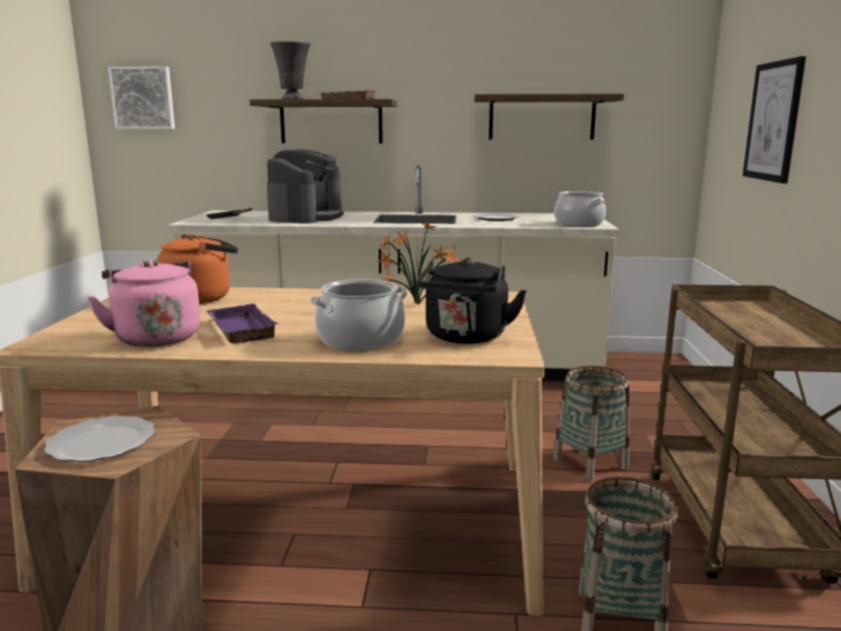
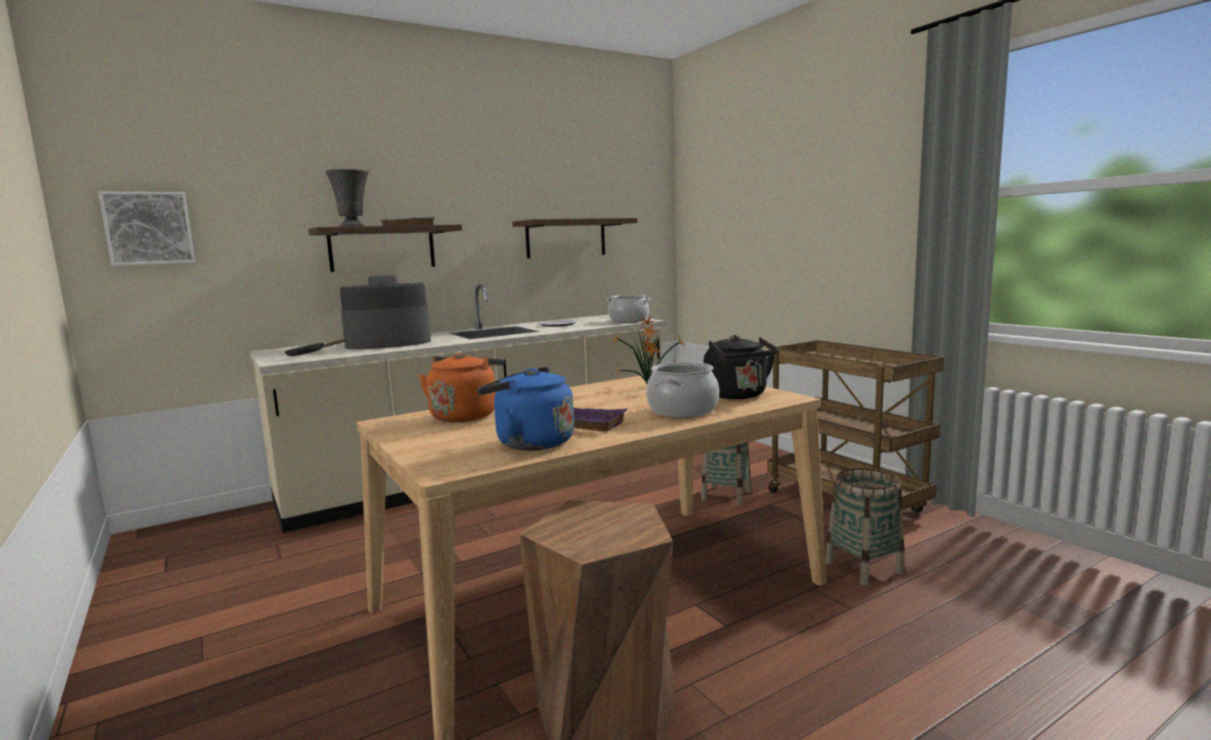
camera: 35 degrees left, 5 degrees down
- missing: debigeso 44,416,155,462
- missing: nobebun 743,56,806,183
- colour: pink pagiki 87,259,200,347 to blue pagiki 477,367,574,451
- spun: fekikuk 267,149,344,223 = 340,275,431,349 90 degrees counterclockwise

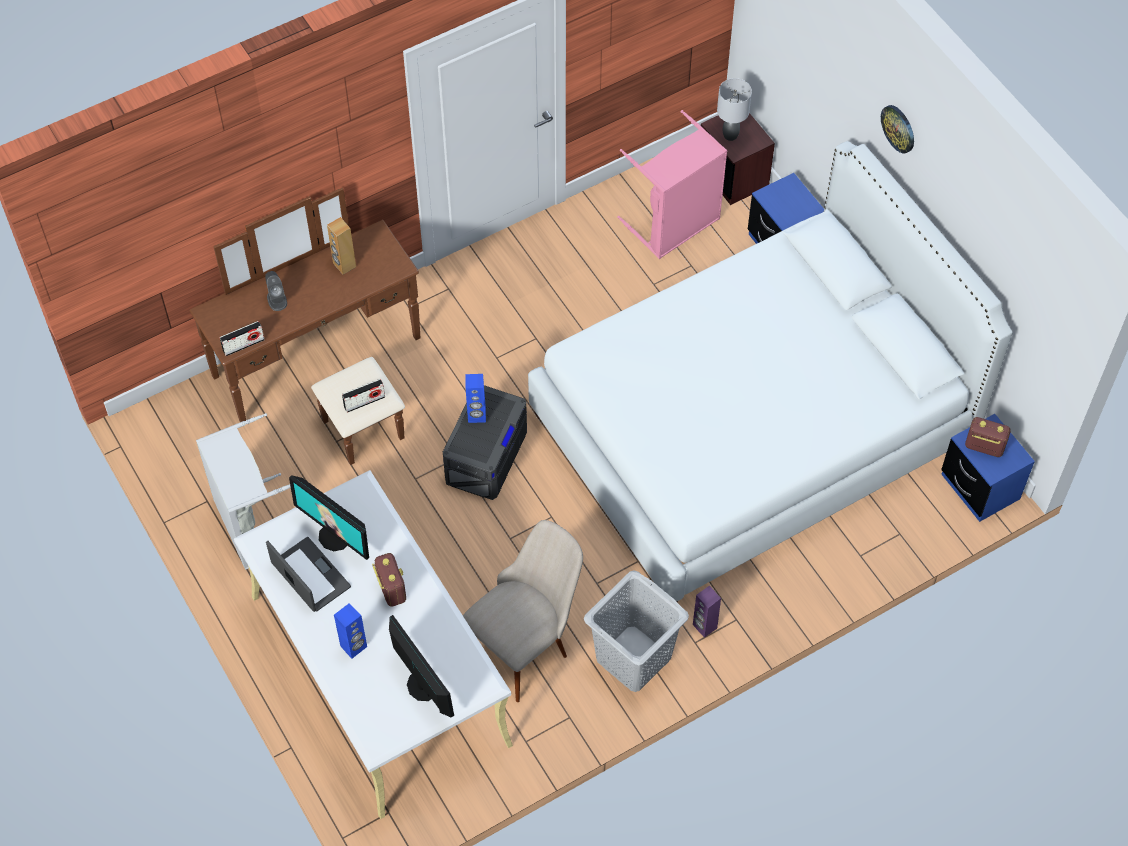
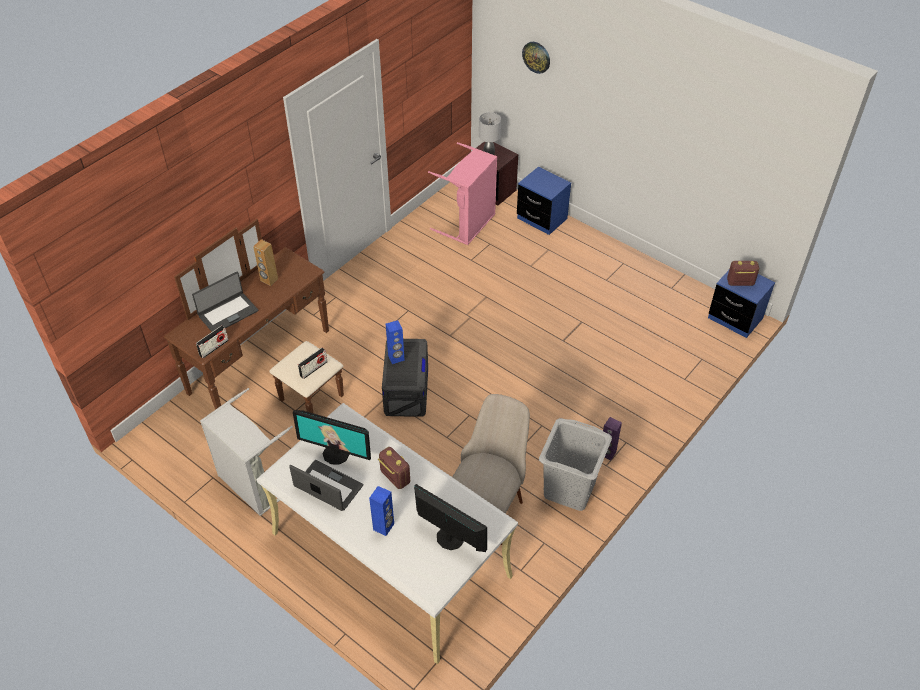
camera: 20 degrees left, 10 degrees down
- missing: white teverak 528,141,1013,603
- relocated: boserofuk 881,105,914,153 to 522,42,550,74
- exchanged: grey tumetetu 265,271,287,311 to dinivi 192,272,258,332

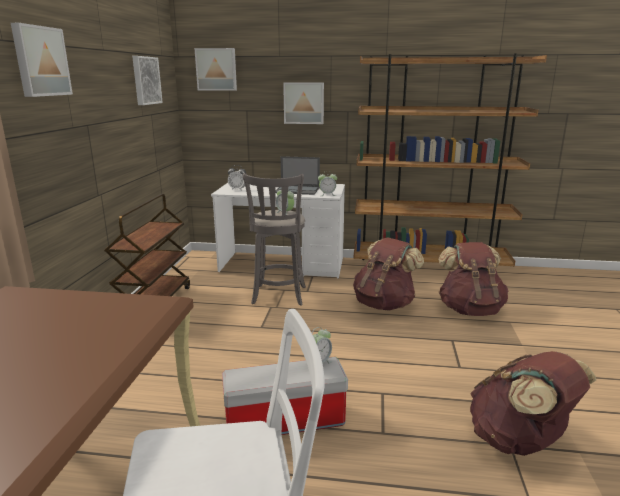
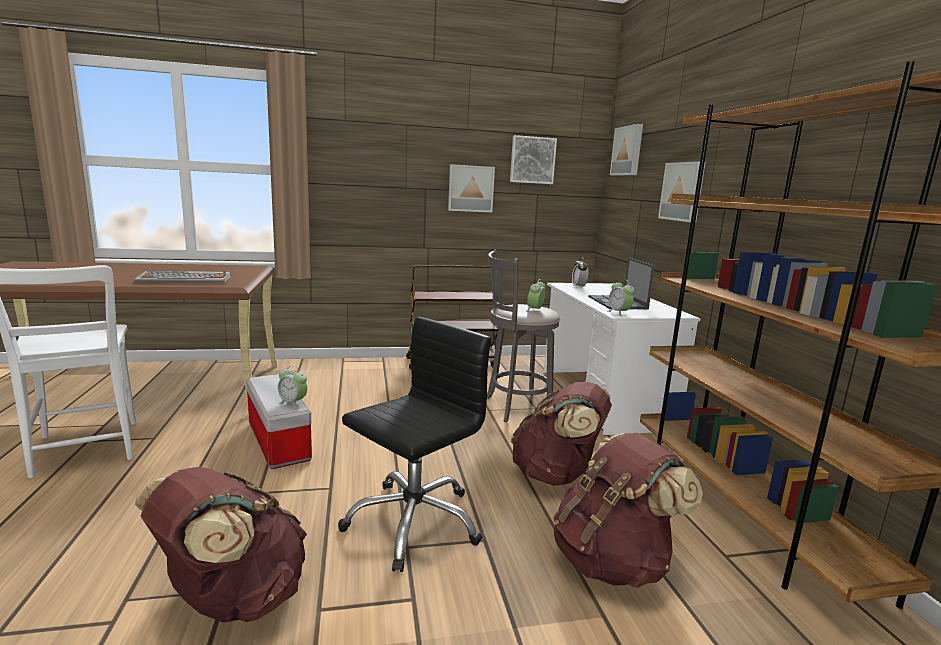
camera: 70 degrees right, 5 degrees down
- appeared: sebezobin 134,271,231,283
- appeared: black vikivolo 338,317,491,572
- relocated: nobebun 11,23,73,97 to 448,164,495,212

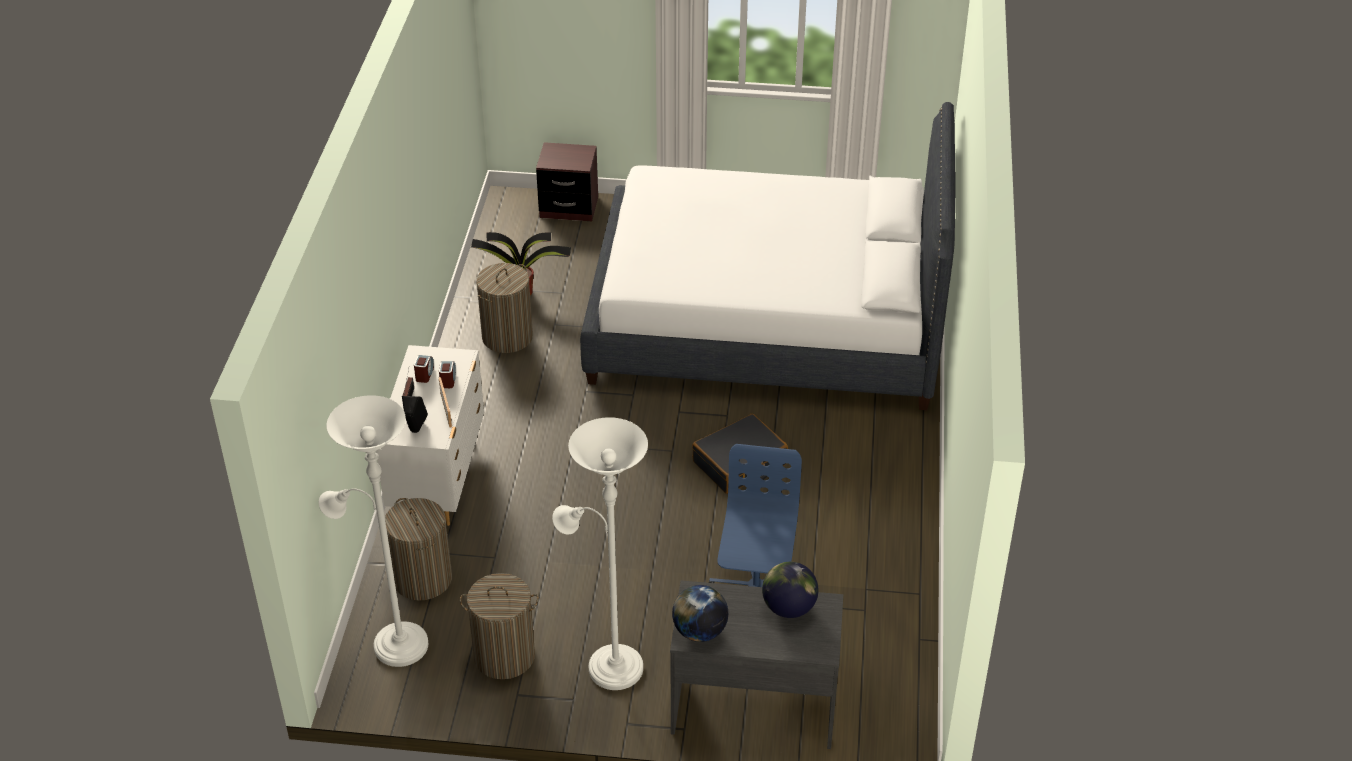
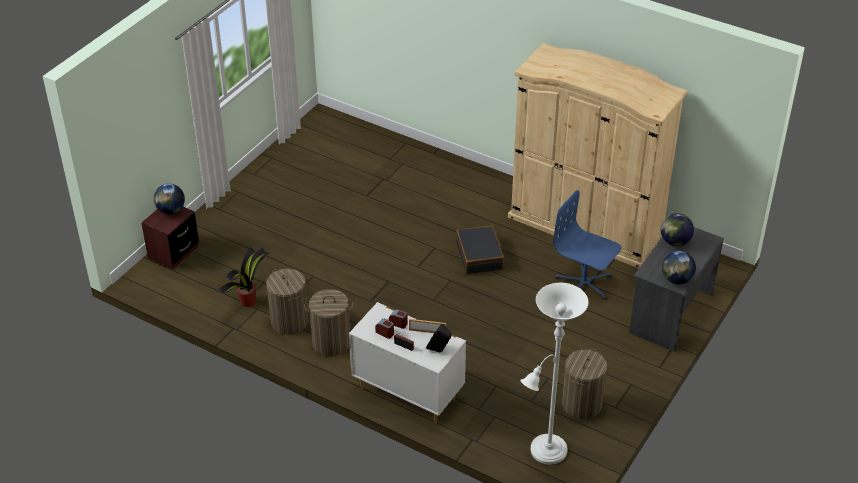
camera: 65 degrees left, 0 degrees up
- missing: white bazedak 552,417,648,690
- missing: white teverak 580,102,955,410
- appeared: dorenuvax 154,183,185,214
- appeared: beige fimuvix 508,43,688,268
- relocated: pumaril 385,498,452,600 to 304,289,353,356

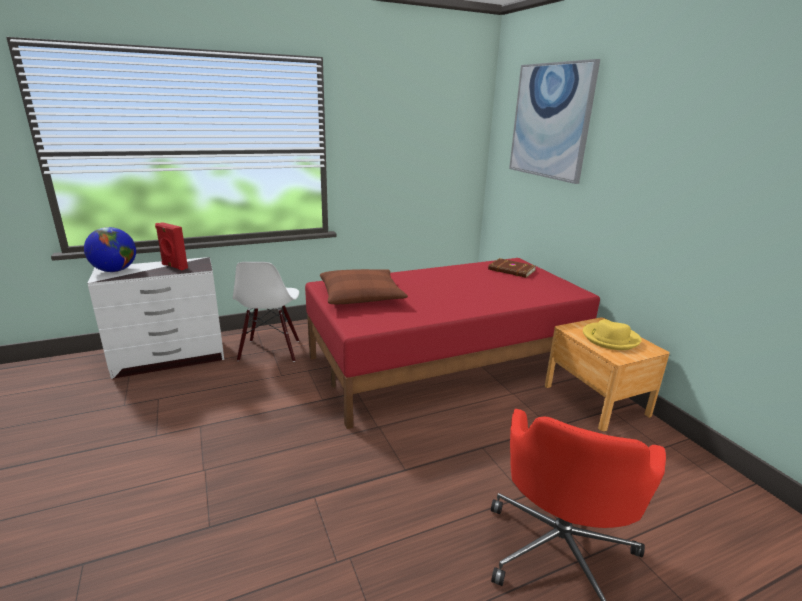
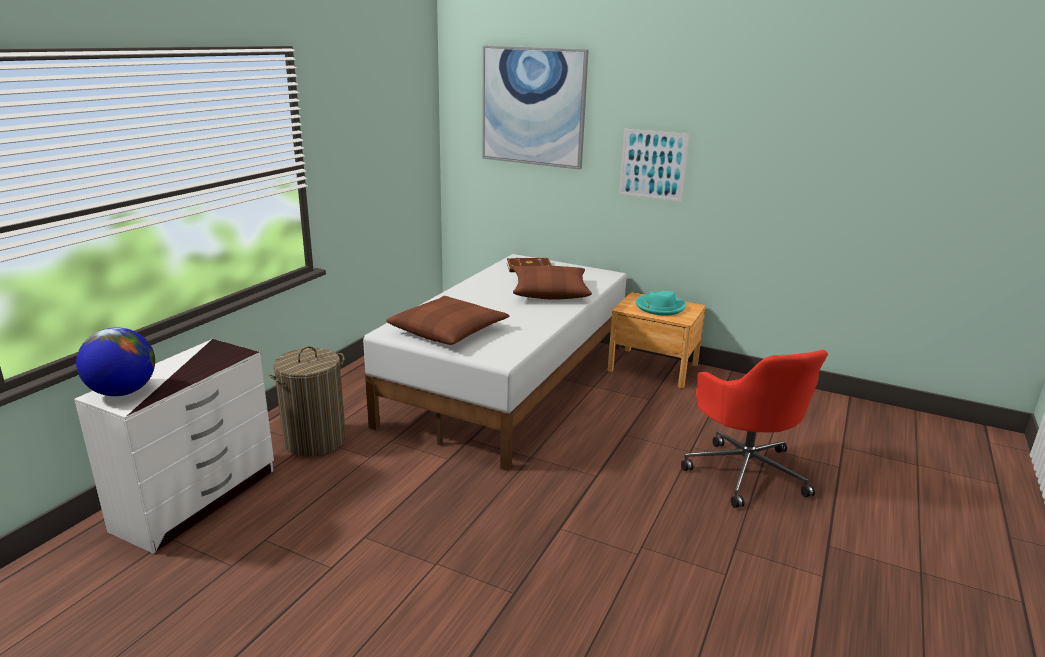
camera: 40 degrees left, 0 degrees up
- missing: red tumetetu 155,222,188,270
- appeared: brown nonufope 513,266,592,300
- appeared: nobebun 619,129,690,202
- exchanged: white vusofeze 233,262,299,362 to pumaril 269,346,346,457
- colour: red teverak 305,258,600,429 to white teverak 363,254,627,471
- colour: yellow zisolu 583,319,642,350 to turquoise zisolu 636,291,686,316

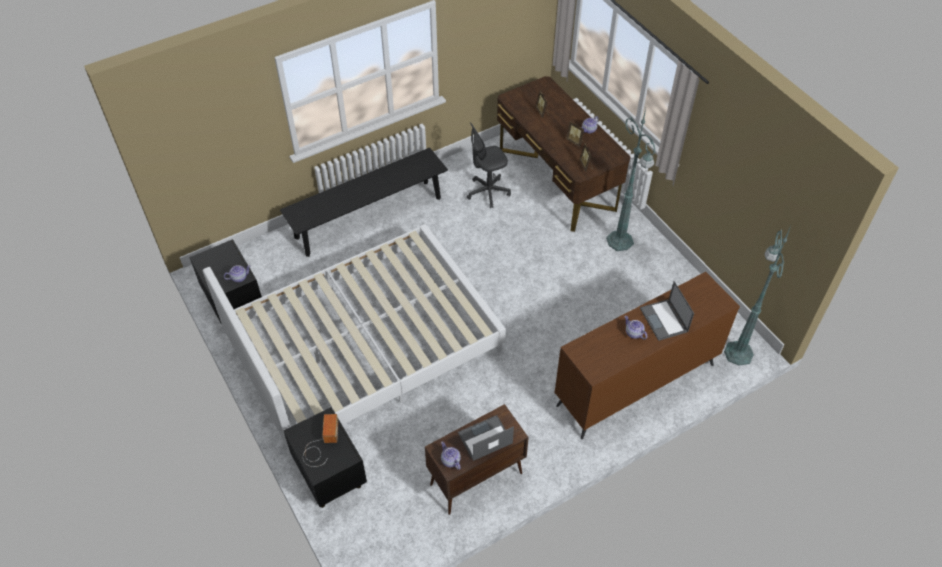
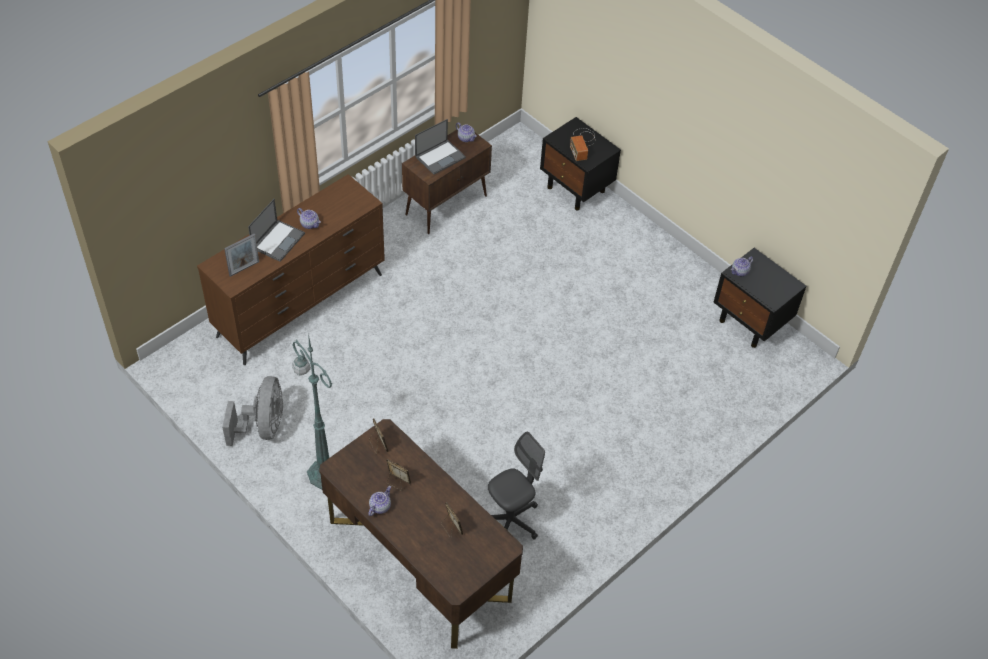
camera: 165 degrees right, 0 degrees up
- missing: white teverak 203,224,506,451
- missing: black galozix 280,147,448,257
- missing: green bazedak 724,226,791,366
- appeared: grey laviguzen 222,376,283,446
- appeared: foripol 224,234,259,277
- spun: dinivi 640,281,694,341 = 248,199,305,262 60 degrees clockwise

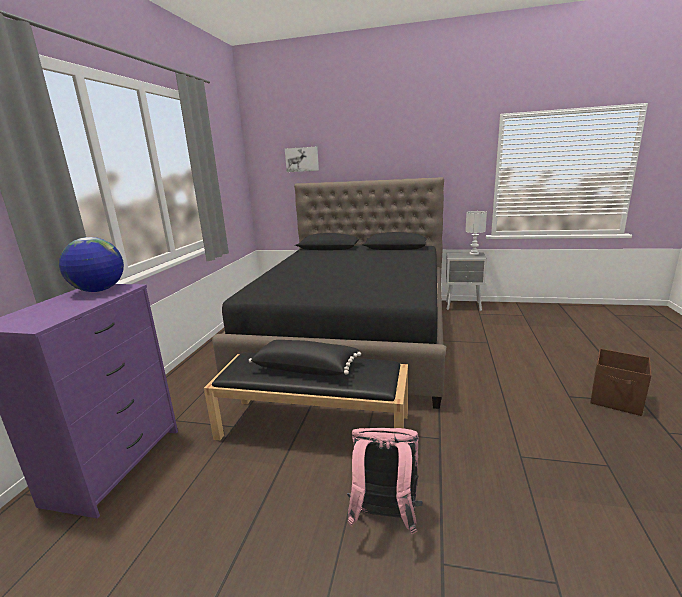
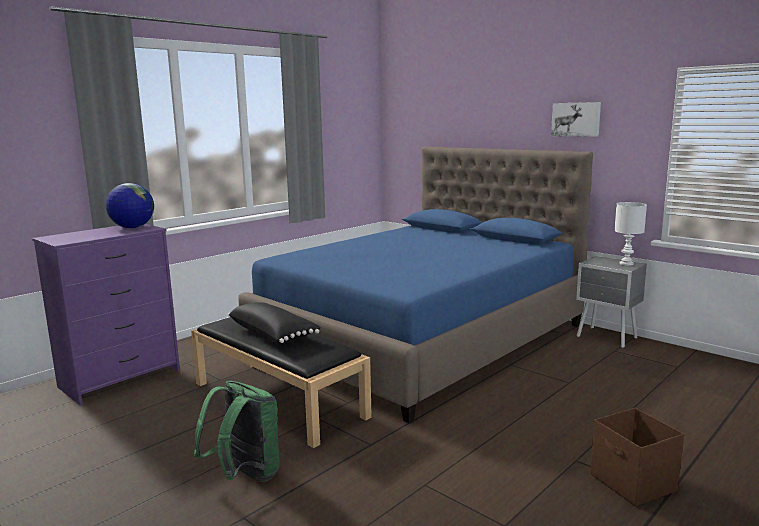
camera: 30 degrees right, 5 degrees down
- relocated: nobebun 285,147,319,172 to 551,102,601,137
- colour: black teverak 212,177,446,409 to blue teverak 238,146,593,423
- colour: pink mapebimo 347,428,422,535 to green mapebimo 194,381,280,482

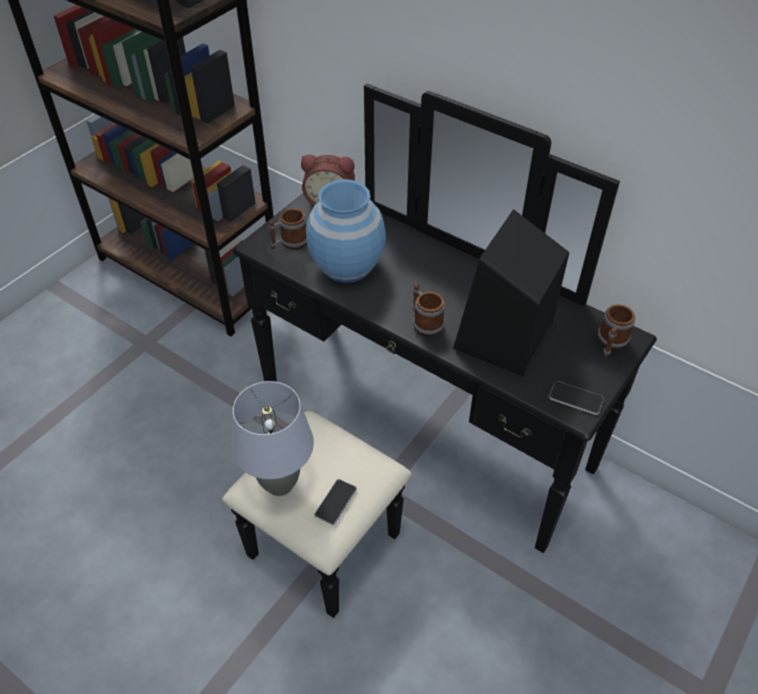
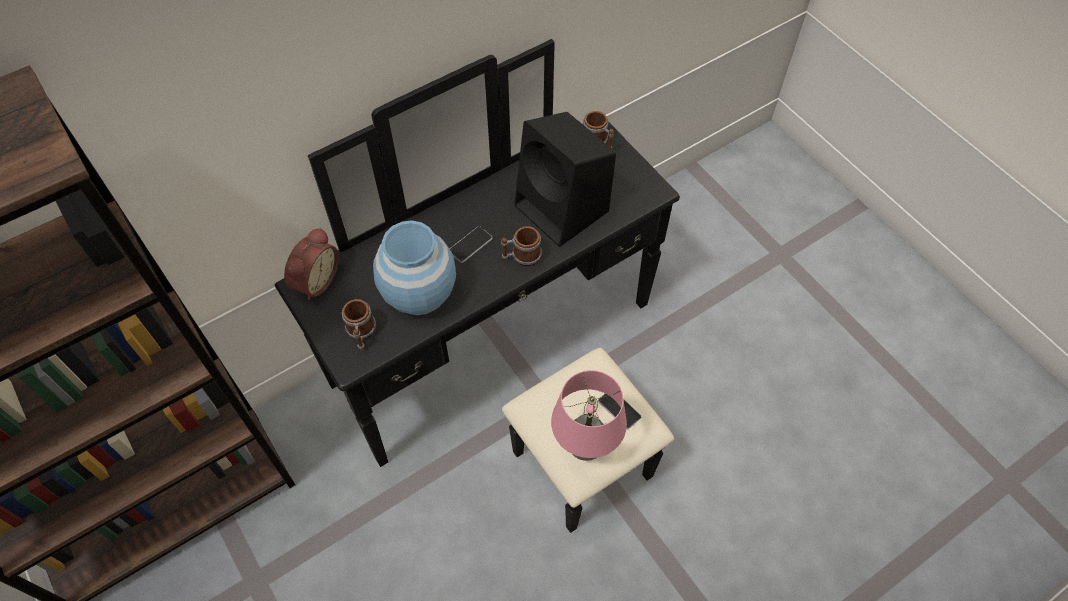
camera: 70 degrees left, 10 degrees up
- relocated: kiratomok 549,381,604,415 to 450,226,493,263
- colour: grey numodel 232,381,314,496 to pink numodel 551,370,627,461

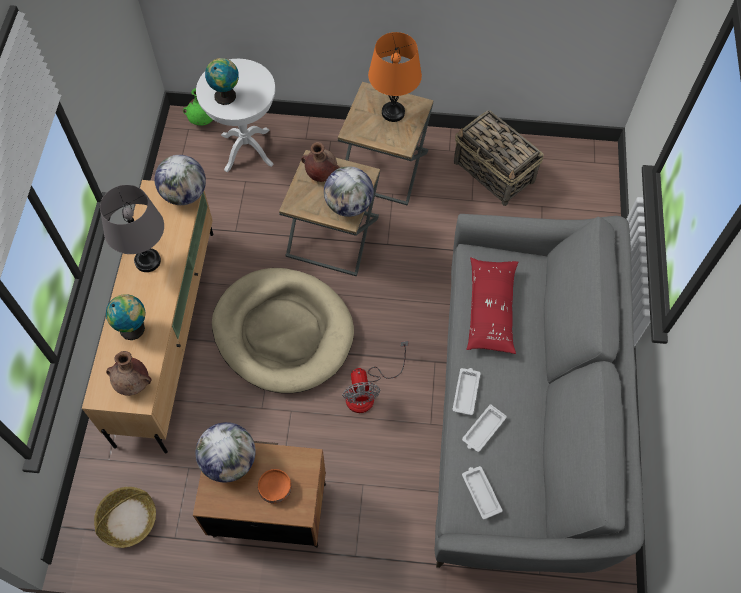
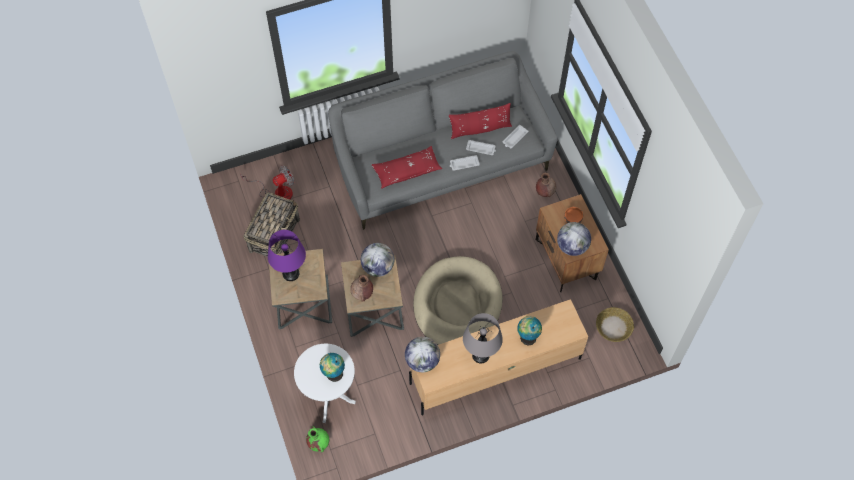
camera: 115 degrees left, 0 degrees up
- appeared: red nonufope 449,103,512,139
- relocated: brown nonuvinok 106,351,152,396 to 536,173,556,197
- relocated: laviguzen 342,341,409,413 to 240,165,294,200
- colour: orange numodel 368,32,422,122 to purple numodel 268,230,306,281

